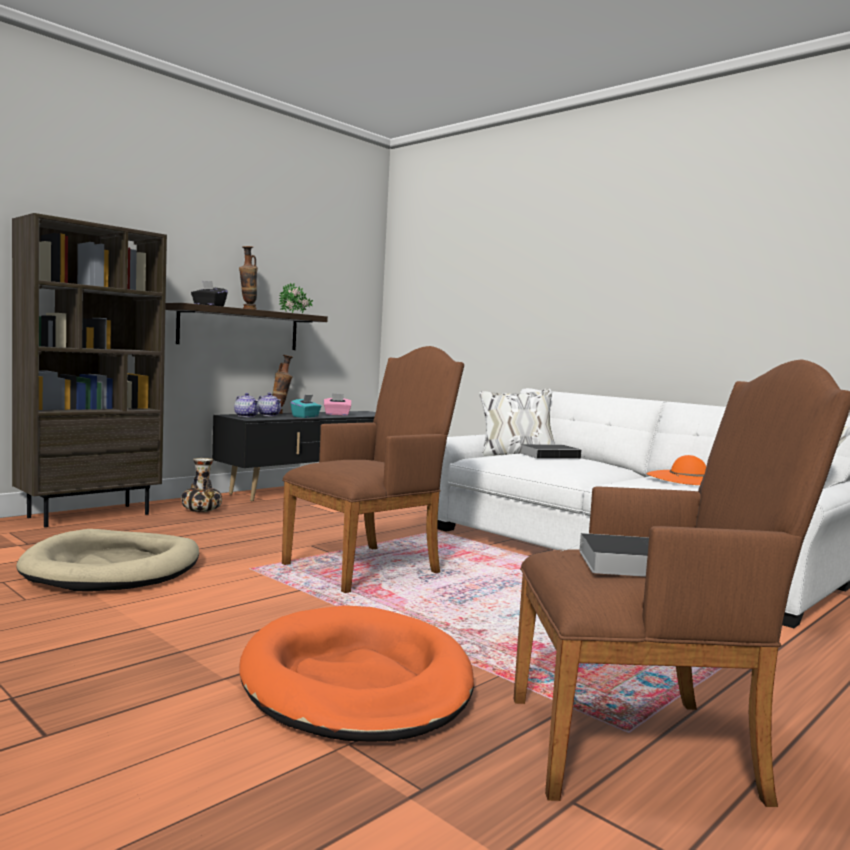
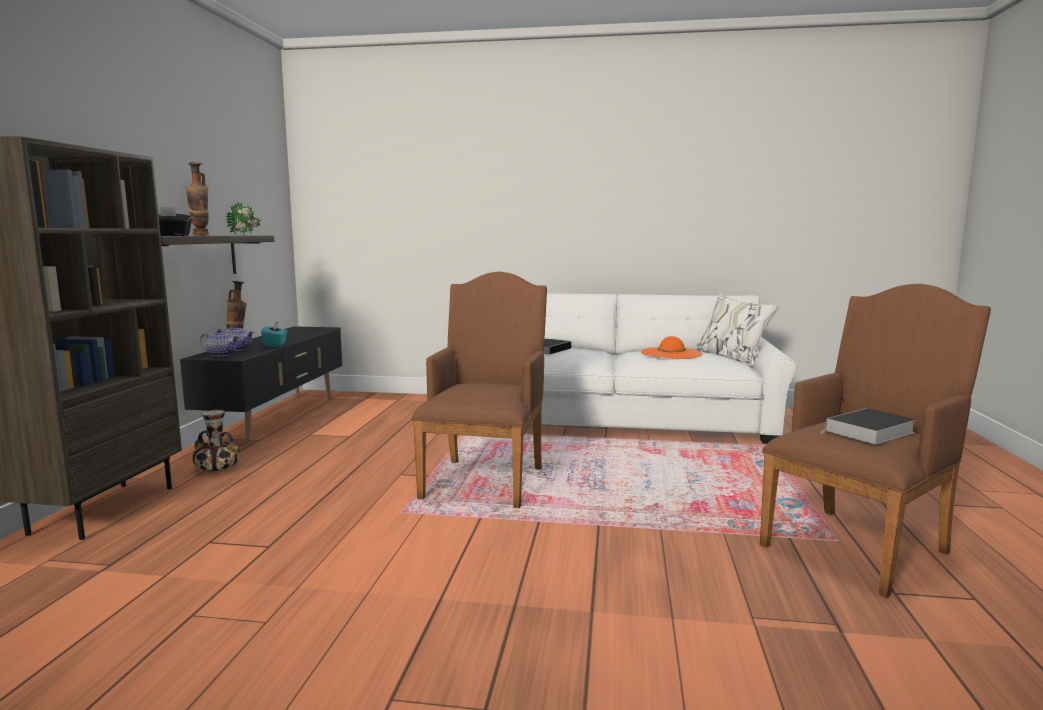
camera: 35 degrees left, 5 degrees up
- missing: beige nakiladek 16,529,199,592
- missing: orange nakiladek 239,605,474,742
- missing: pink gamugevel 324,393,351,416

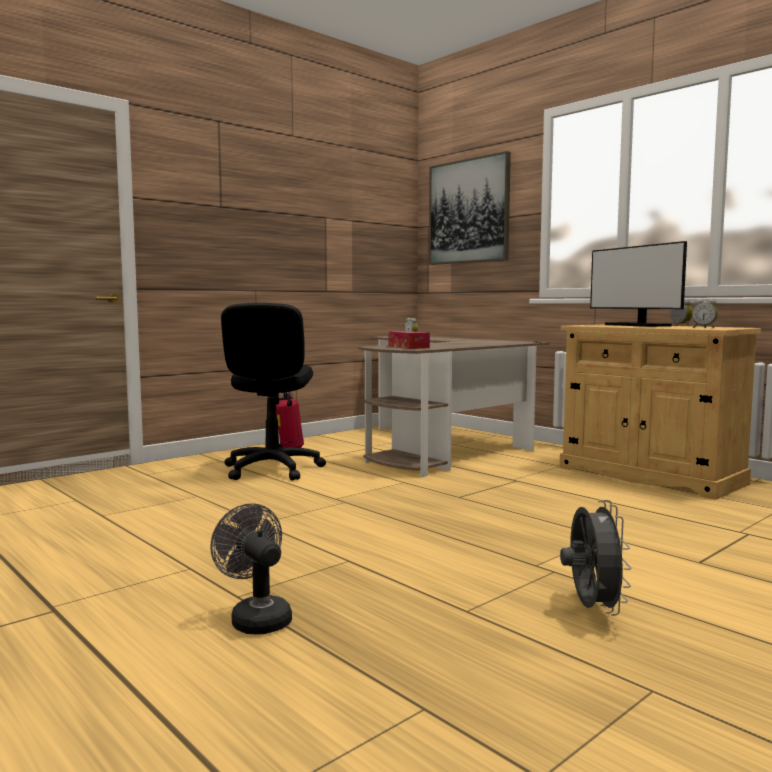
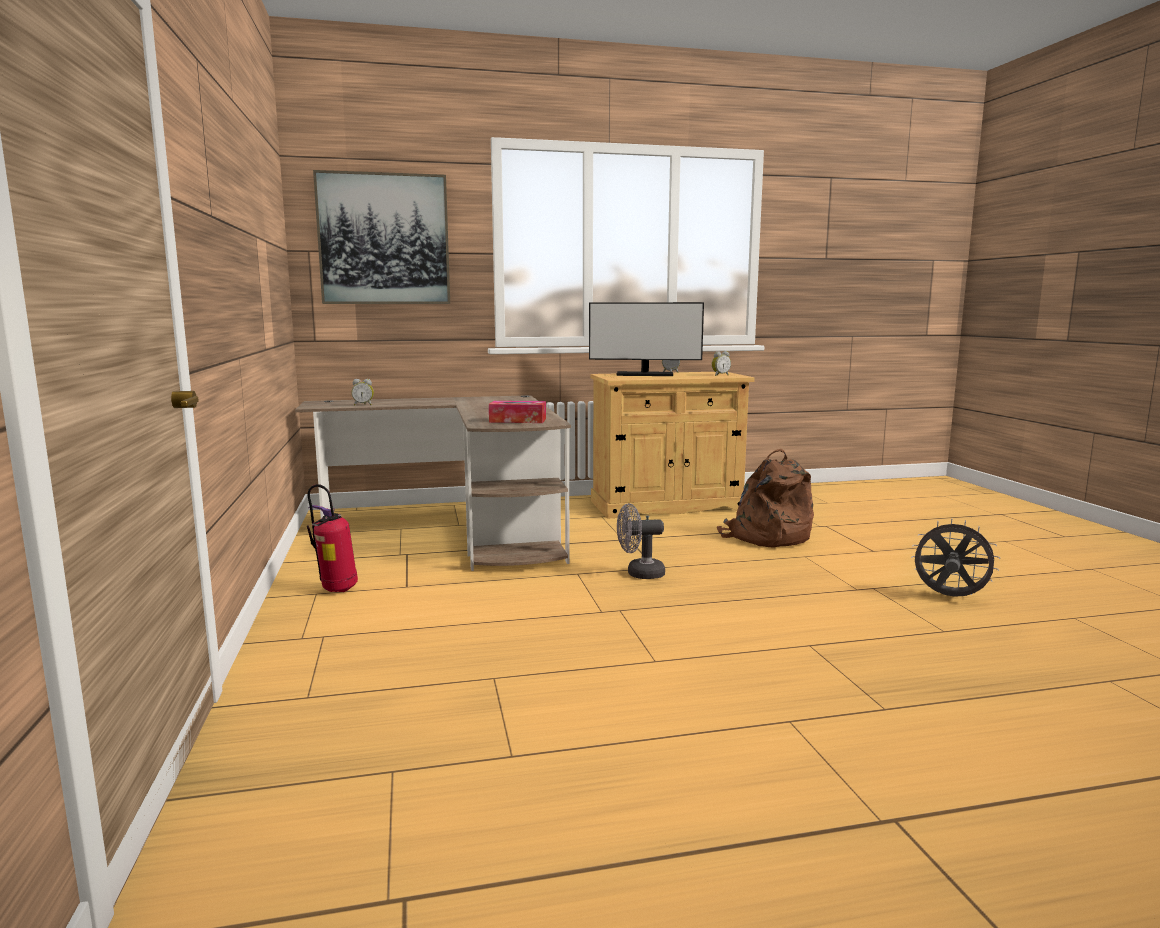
camera: 60 degrees left, 5 degrees up
- missing: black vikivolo 221,303,326,480
- appeared: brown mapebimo 717,449,814,547
- relocated: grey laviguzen 210,503,292,635 to 617,503,665,579

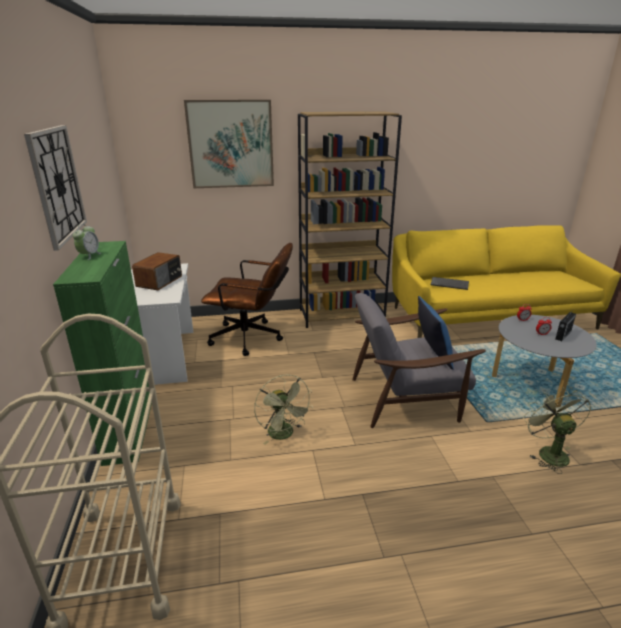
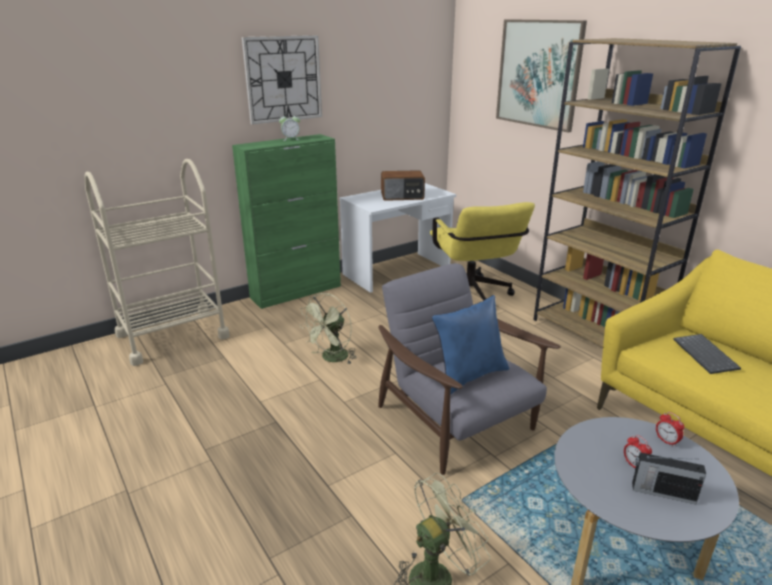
camera: 65 degrees right, 0 degrees up
- colour: brown vikivolo 201,243,293,356 to yellow vikivolo 430,202,535,301

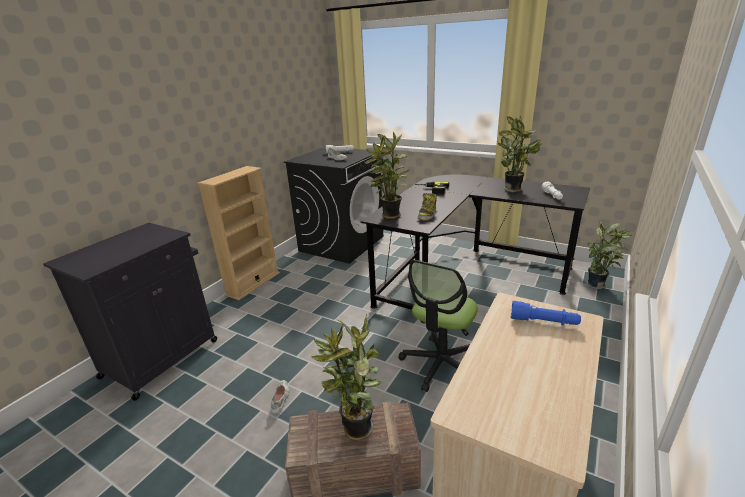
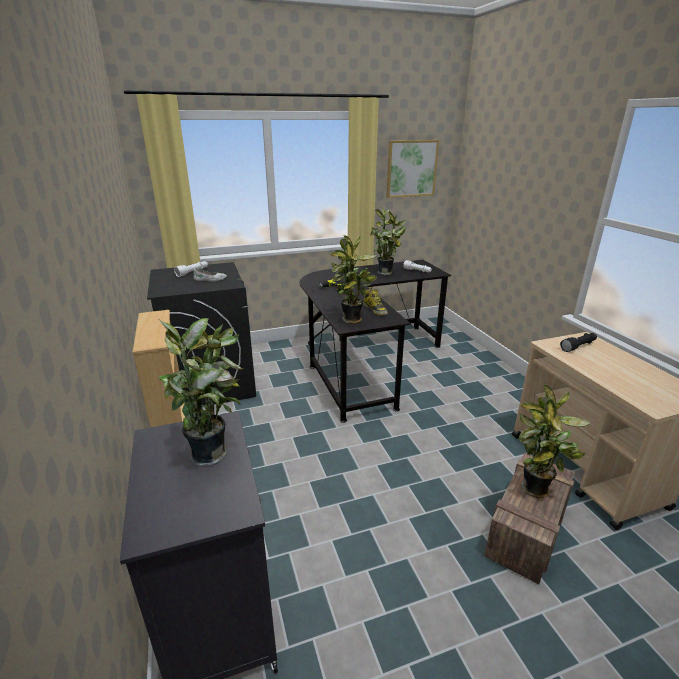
camera: 50 degrees left, 0 degrees up
- missing: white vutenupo 271,380,289,413
- missing: vikivolo 399,260,478,392
- appeared: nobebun 387,140,439,198
- relocated: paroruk 586,219,632,289 to 158,318,244,466
- colour: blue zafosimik 511,301,581,325 to black zafosimik 560,333,597,352

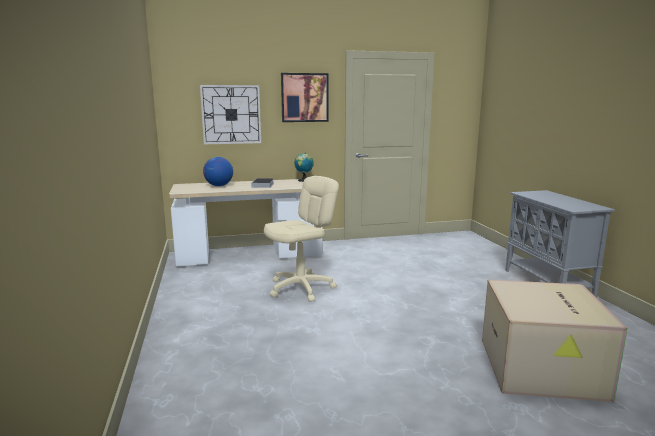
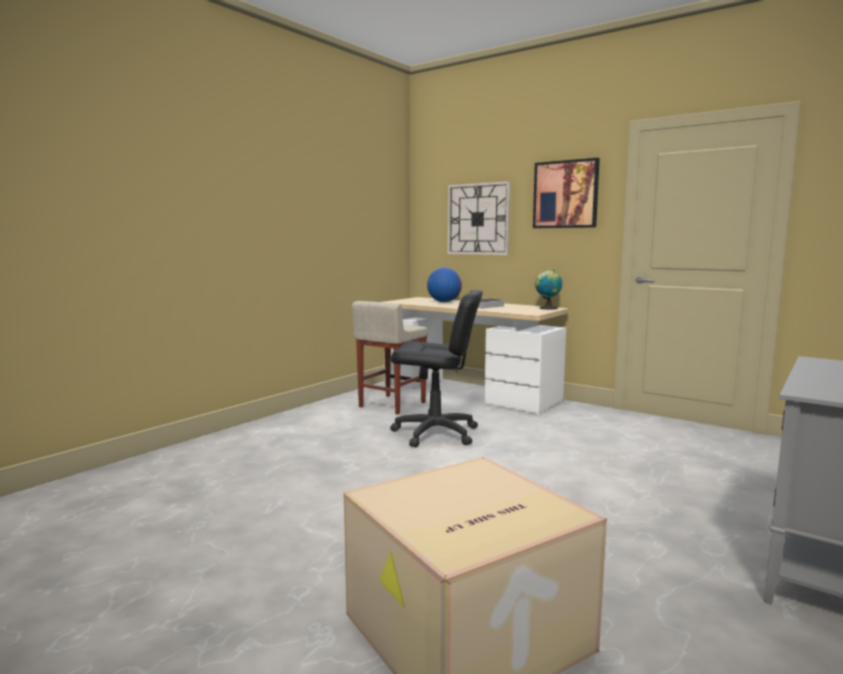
camera: 50 degrees right, 5 degrees down
- appeared: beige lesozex 352,301,428,415
- colour: beige vikivolo 264,176,339,302 to black vikivolo 390,290,483,447

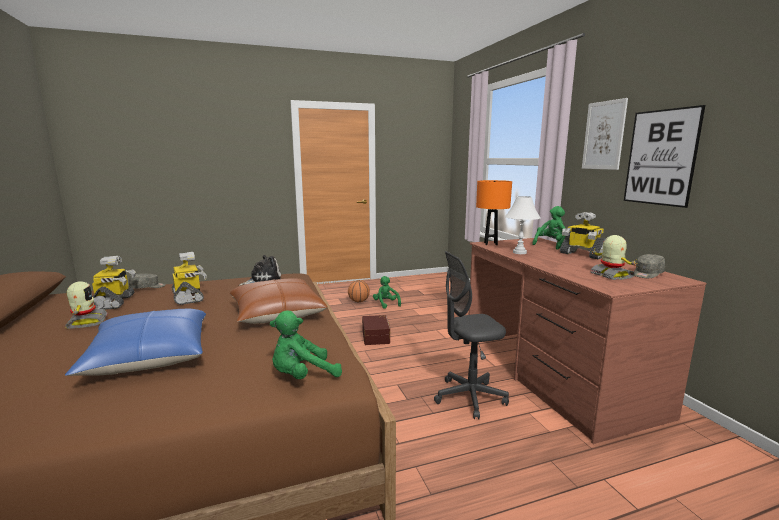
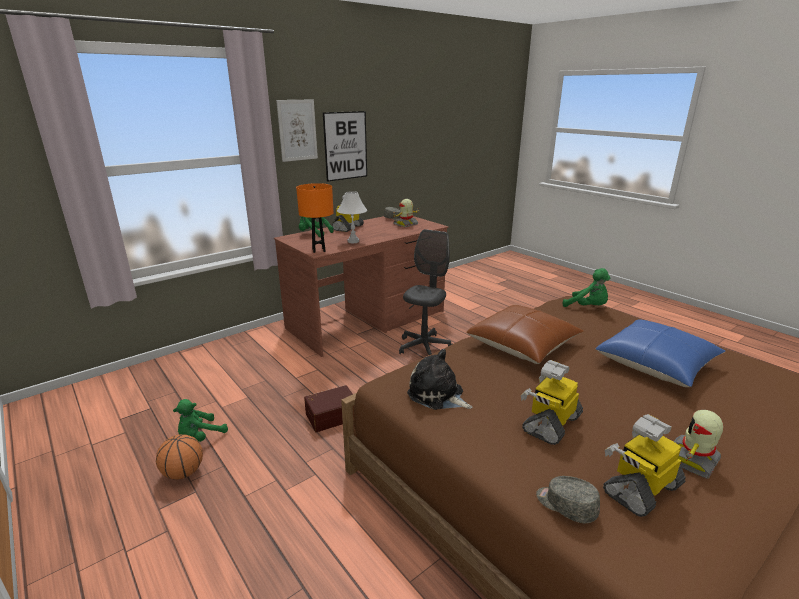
camera: 110 degrees left, 10 degrees up
- spun: grey vikivolo 434,251,509,419 = 399,229,452,355 120 degrees counterclockwise

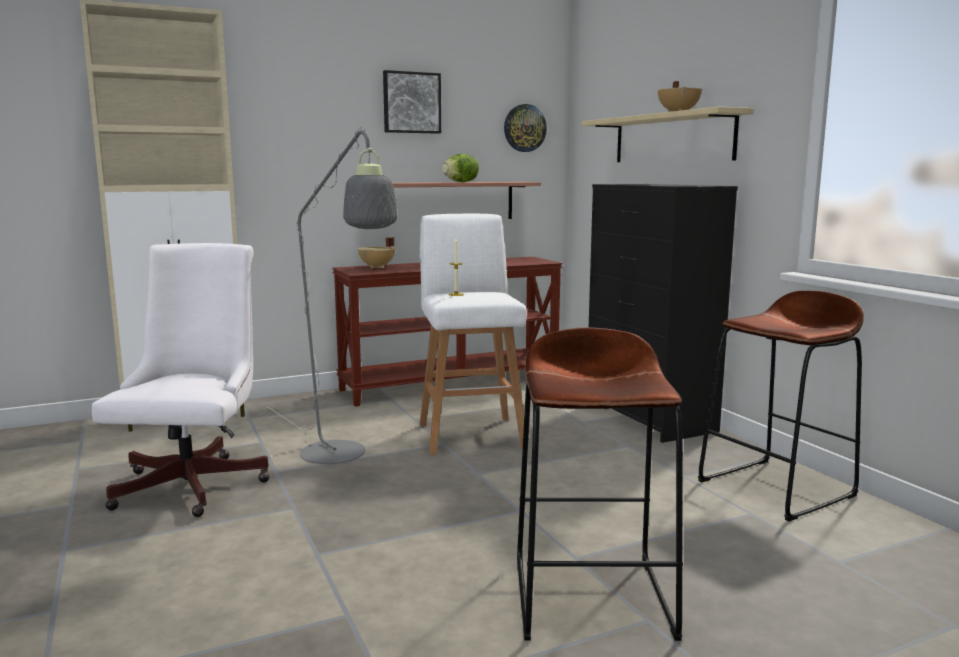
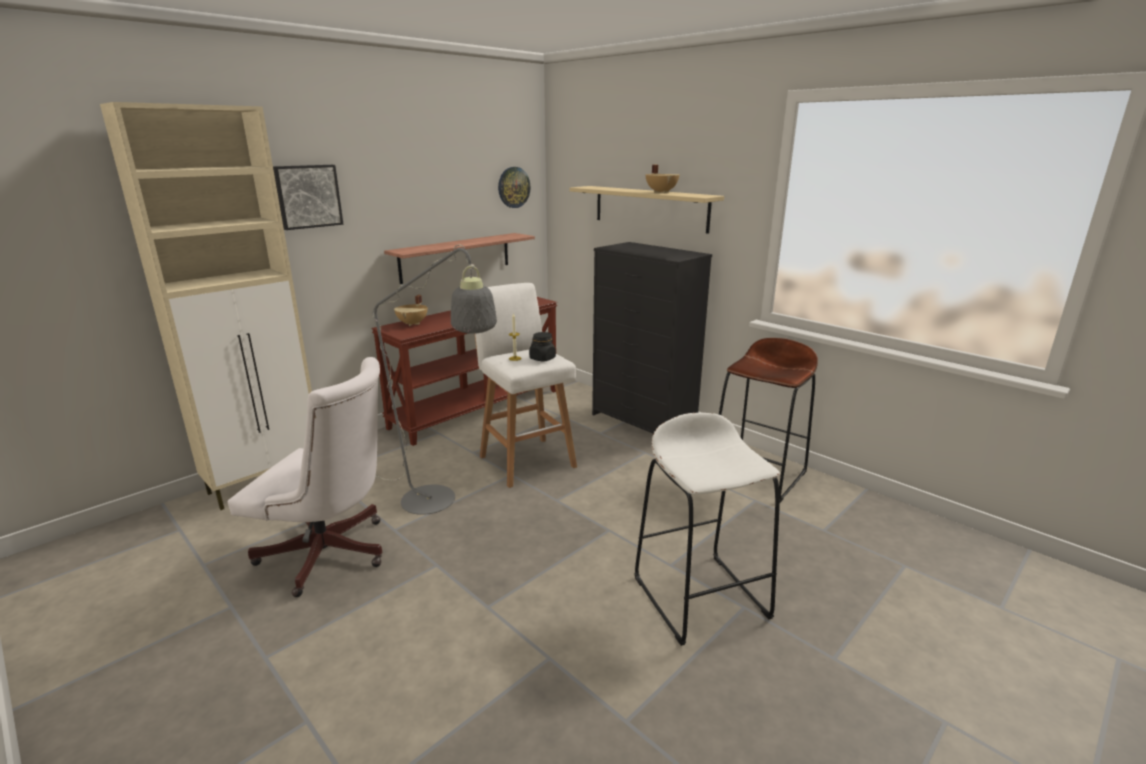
camera: 20 degrees left, 10 degrees up
- missing: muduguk 442,154,479,182
- appeared: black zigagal 529,332,556,362
- relocated: nobebun 383,70,441,134 to 273,165,343,230
- colour: brown lesozex 517,327,683,641 to white lesozex 635,413,780,646
- spun: white vikivolo 92,243,270,517 = 228,357,383,597 120 degrees clockwise

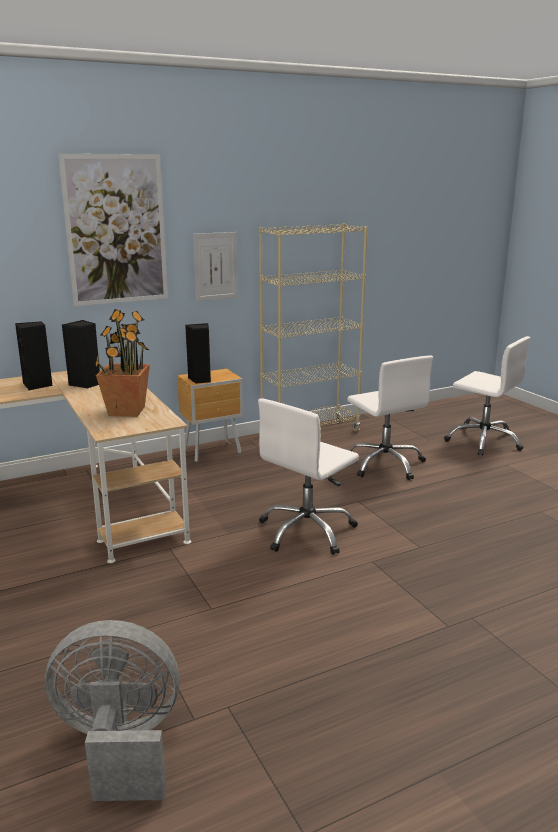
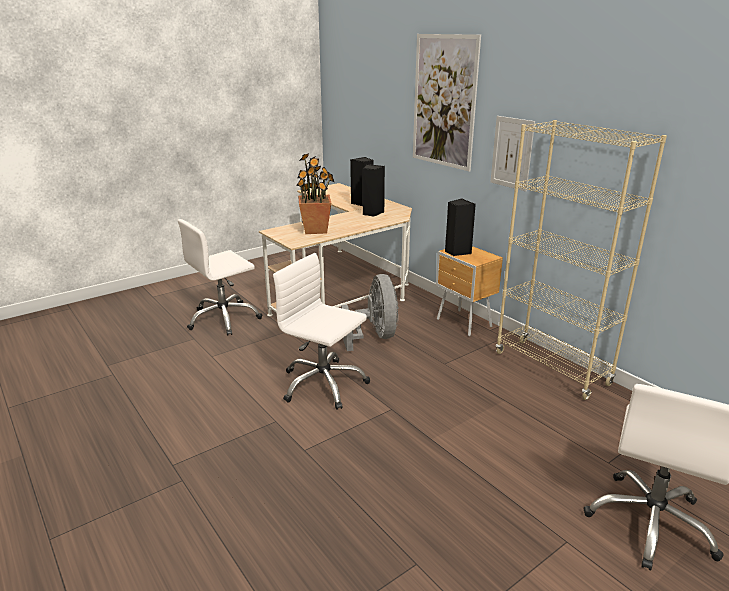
camera: 80 degrees right, 5 degrees up
- relocated: grey laviguzen 45,620,179,801 to 341,274,399,351
- relocated: white vikivolo 347,355,433,480 to 178,219,262,336

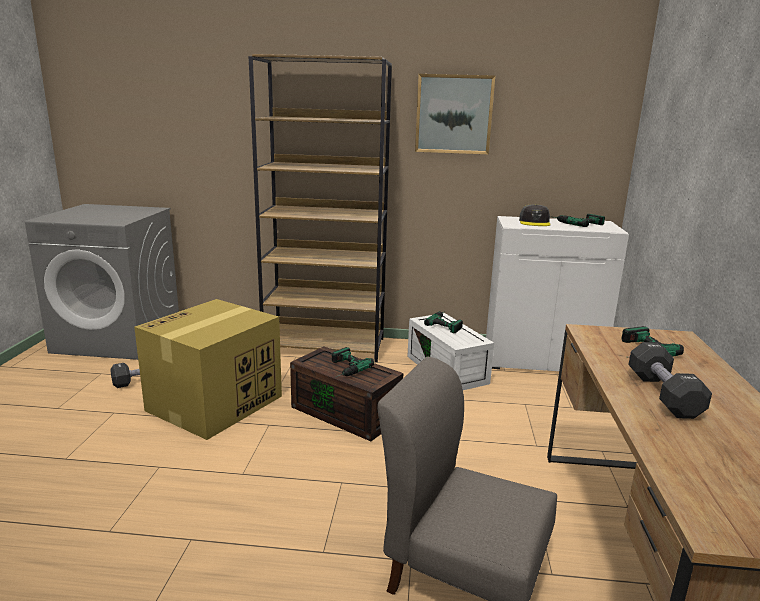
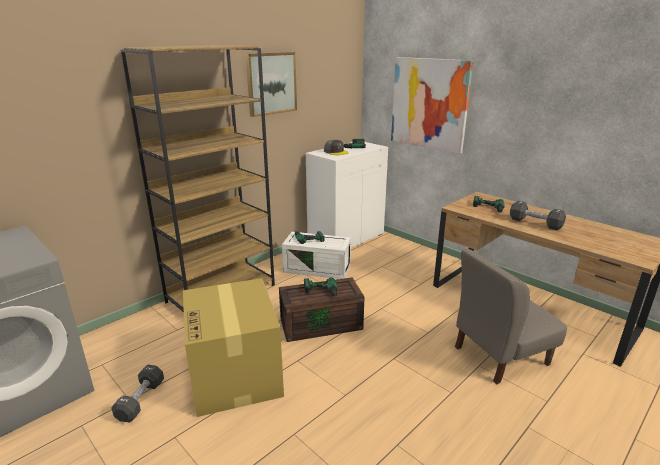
camera: 50 degrees left, 5 degrees up
- appeared: nobebun 391,57,473,154

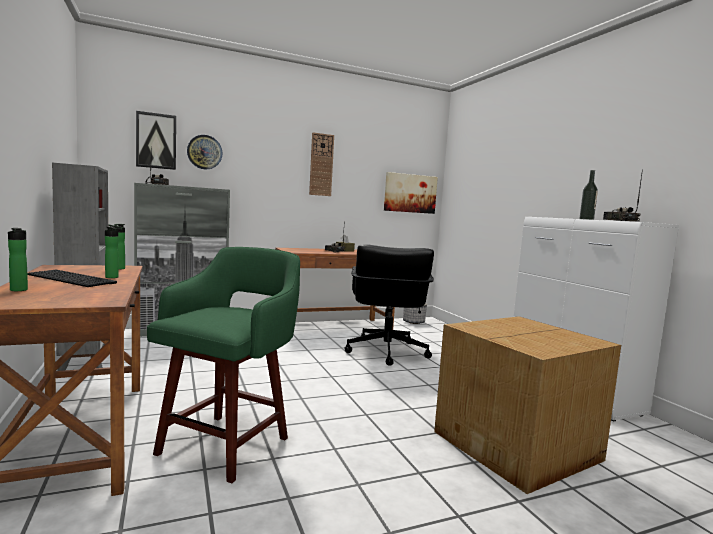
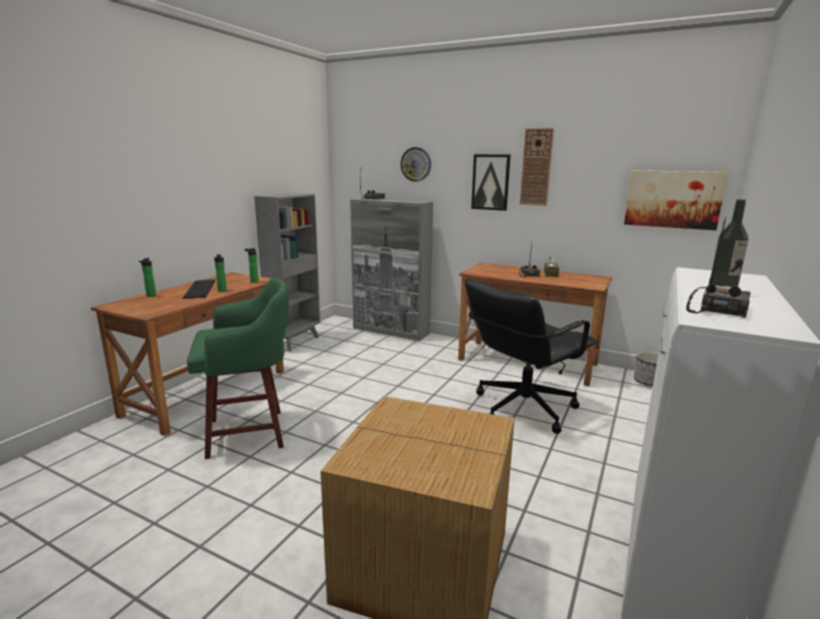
camera: 50 degrees right, 10 degrees up
- relocated: nobebun 136,111,176,170 to 471,154,511,211

